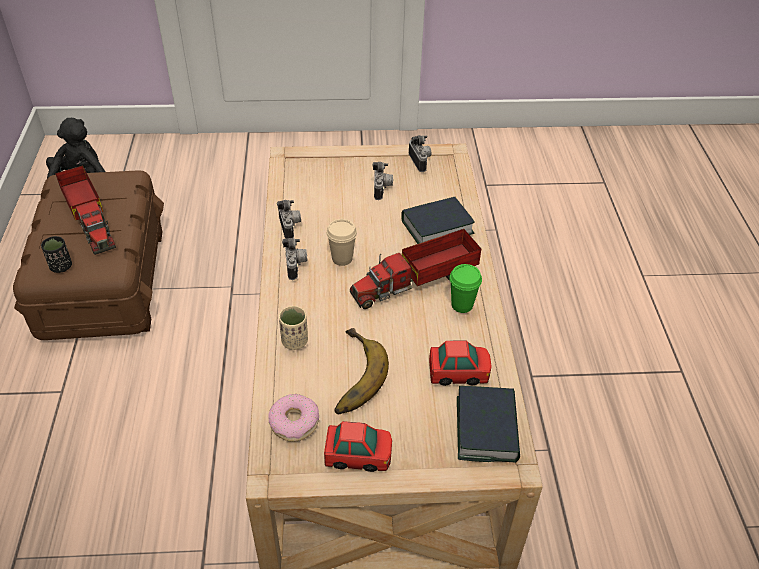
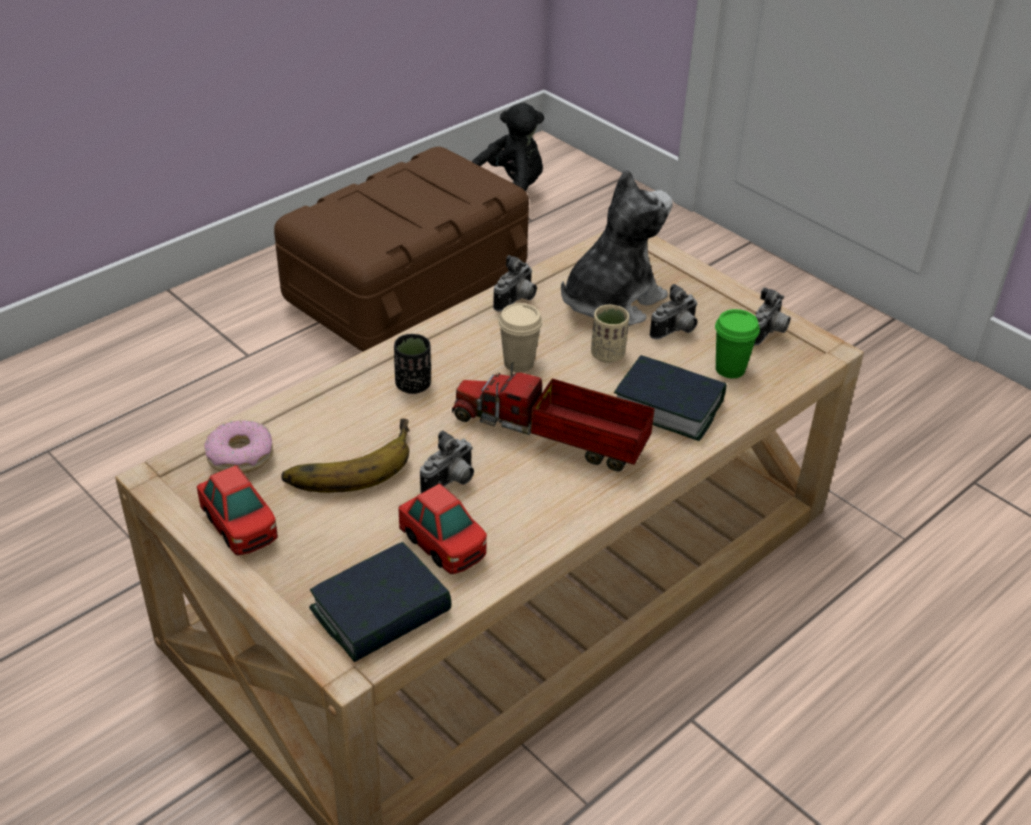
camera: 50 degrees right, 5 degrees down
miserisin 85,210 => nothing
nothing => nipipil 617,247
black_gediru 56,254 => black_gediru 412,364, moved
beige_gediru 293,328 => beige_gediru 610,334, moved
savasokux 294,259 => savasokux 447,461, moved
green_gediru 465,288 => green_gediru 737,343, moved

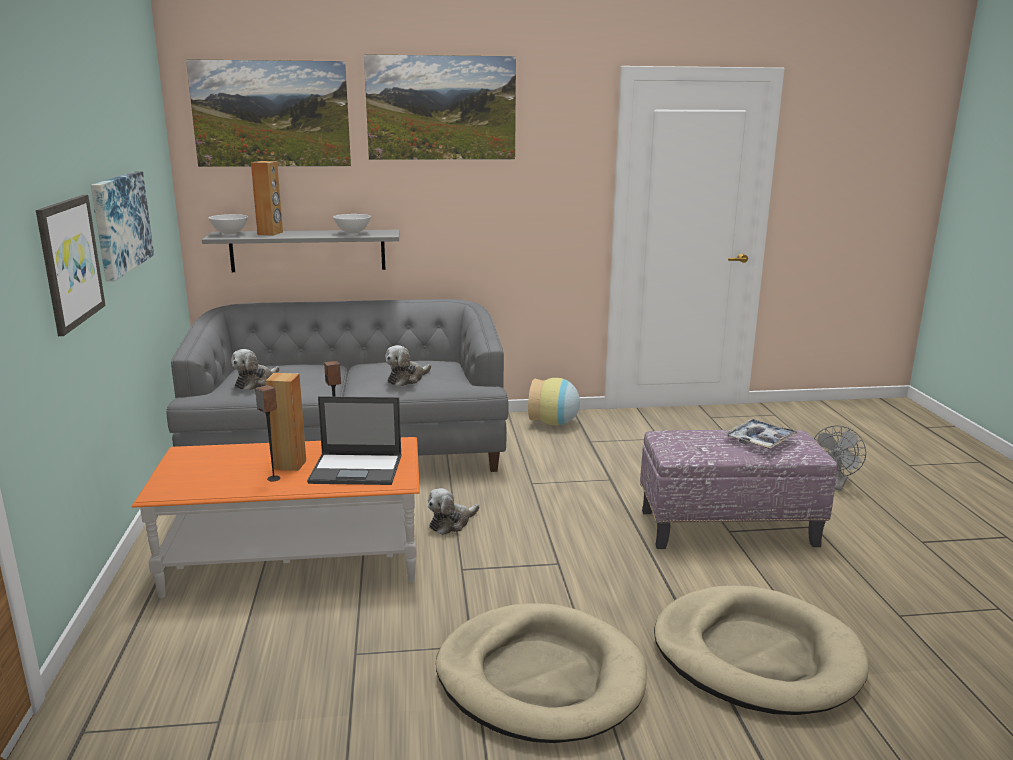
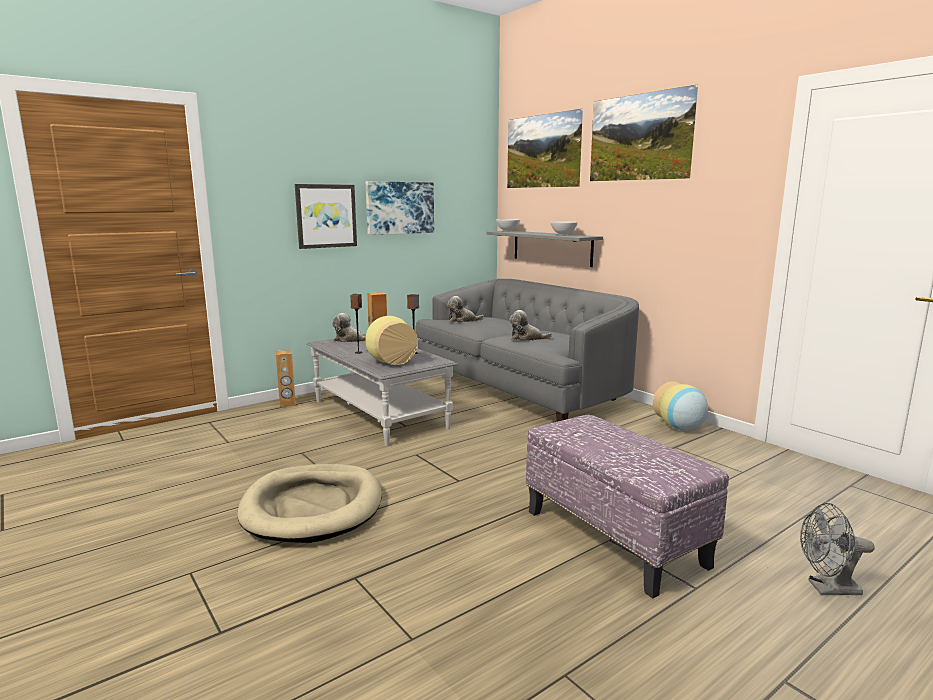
camera: 60 degrees right, 5 degrees down
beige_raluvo 761,650 => nothing
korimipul 761,434 => nothing
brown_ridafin 267,198 => brown_ridafin 286,378, moved
nipipil 453,511 => nipipil 349,327, moved
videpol 354,440 => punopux 391,340
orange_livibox 276,517 => grey_livibox 382,390

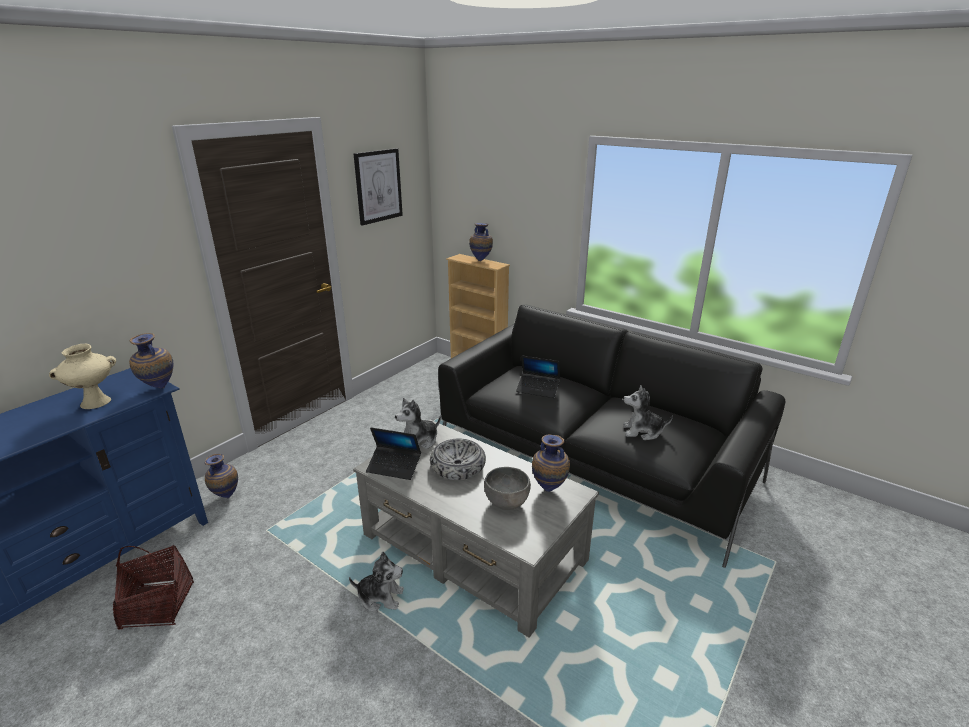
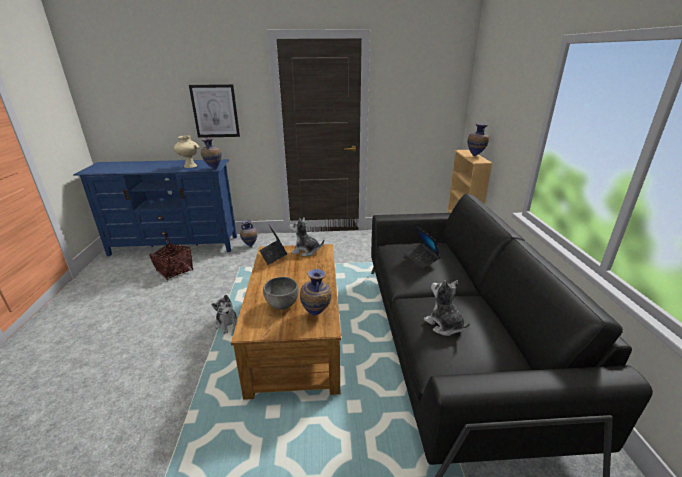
camera: 50 degrees right, 0 degrees up
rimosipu 458,459 => nothing
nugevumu 378,187 => nugevumu 214,111, moved
grey_livibox 476,528 => brown_livibox 286,322

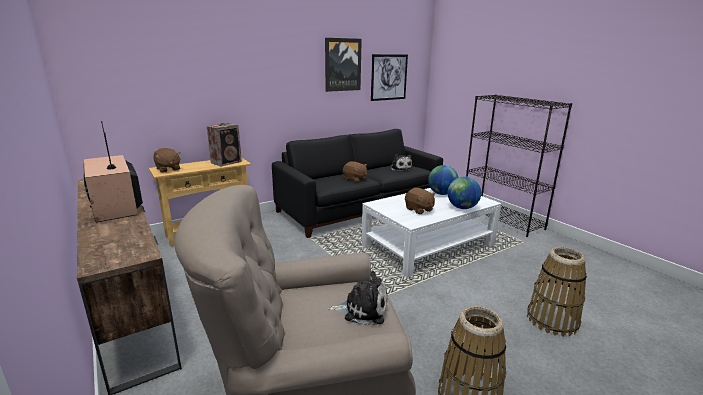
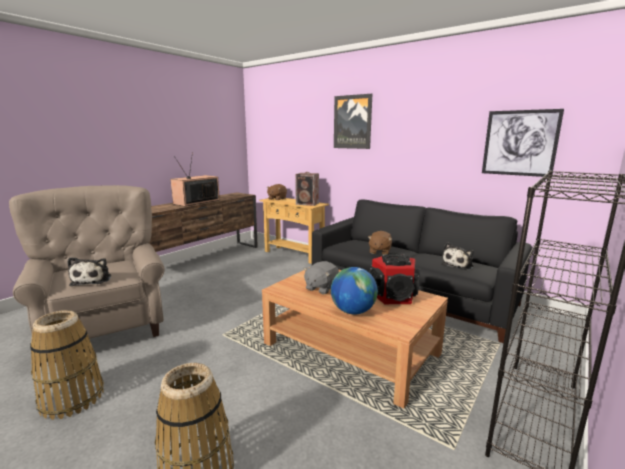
camera: 70 degrees right, 5 degrees down
nugevumu 343,65 => nugevumu 353,121, moved
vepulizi 443,180 => ridafin 394,278
white_livibox 432,233 => brown_livibox 355,338
brown_nipipil 420,201 => grey_nipipil 321,278

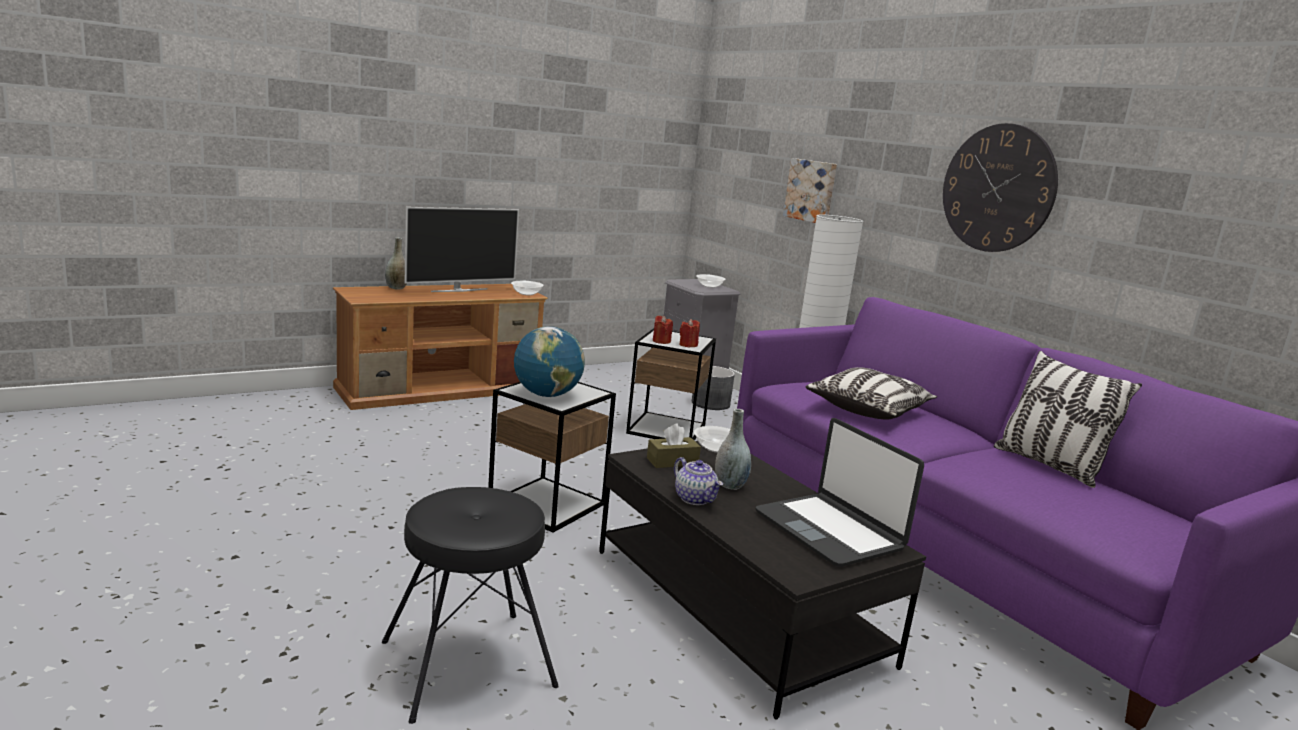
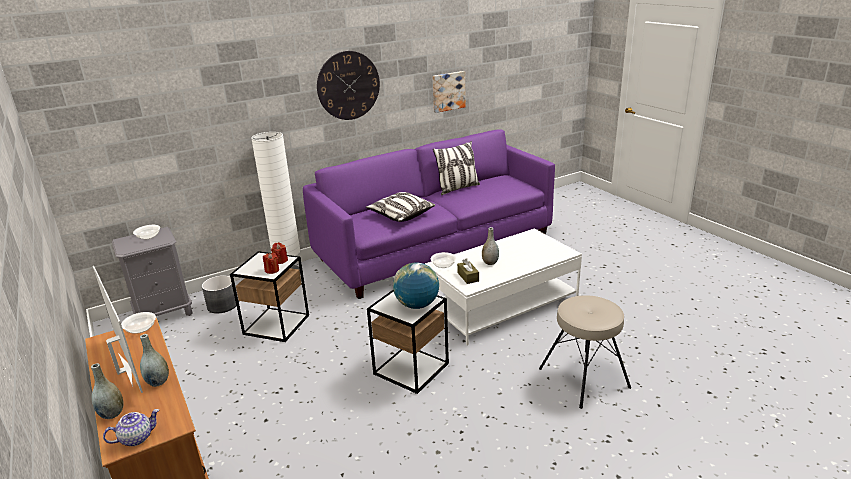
camera: 85 degrees left, 10 degrees up
videpol 839,492 => nothing
nothing => grey_punopux 154,360
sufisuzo 698,481 => sufisuzo 131,427, moved
nugevumu 810,190 => nugevumu 449,92, moved
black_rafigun 470,605 => beige_rafigun 585,352
black_livibox 762,580 => white_livibox 503,287

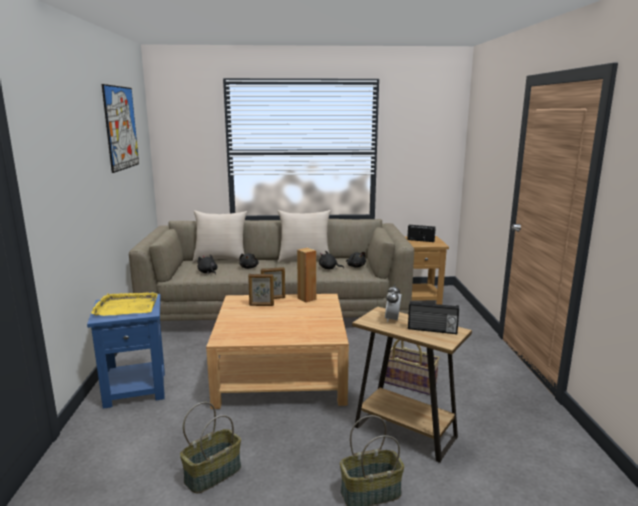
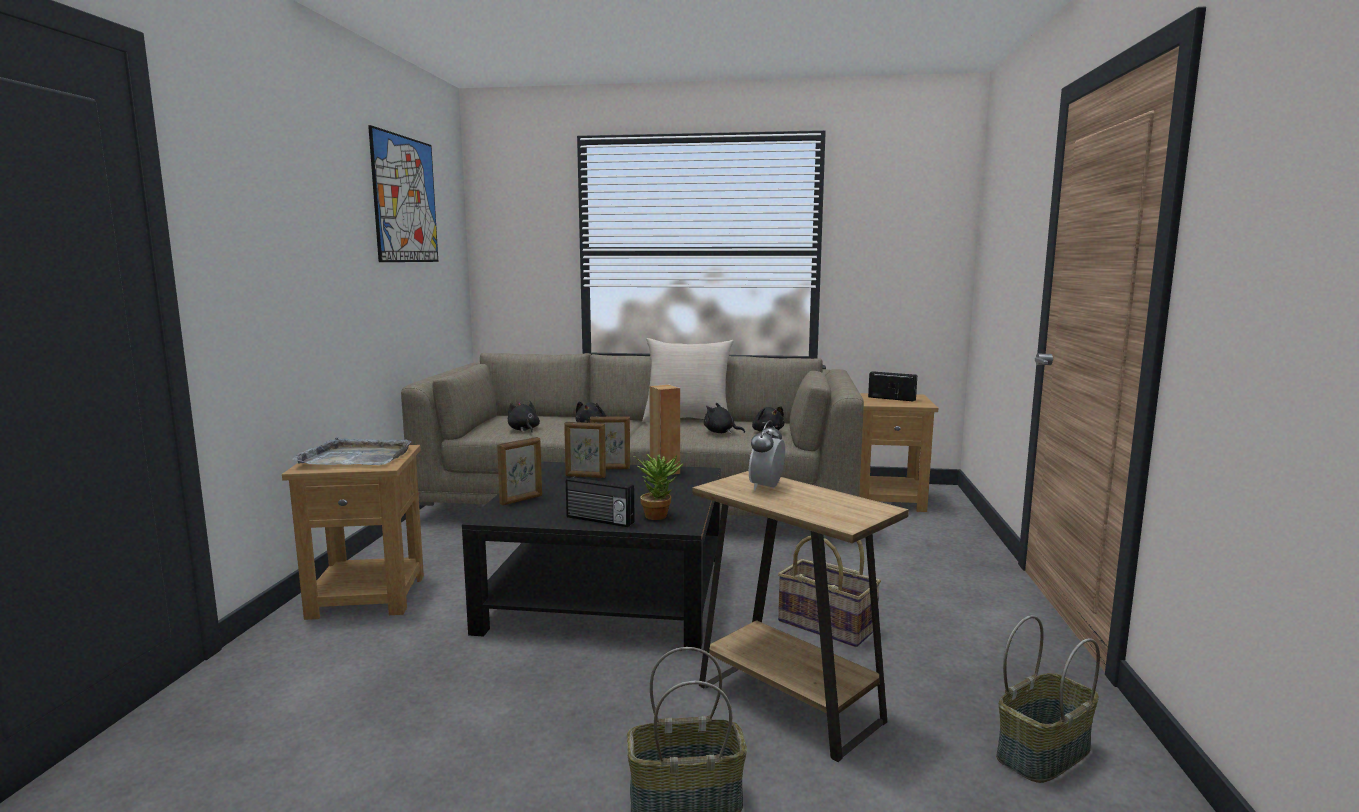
camera: 10 degrees right, 5 degrees down
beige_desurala 219,237 => nothing
nothing => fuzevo 519,471
nothing => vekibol 658,487
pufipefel 210,448 => pufipefel 1048,699, moved
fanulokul 433,317 => fanulokul 600,501, moved
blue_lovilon 126,351 => brown_lovilon 353,532
yellow_korimipul 124,304 => grey_korimipul 352,451
beige_livibox 277,351 => black_livibox 591,555

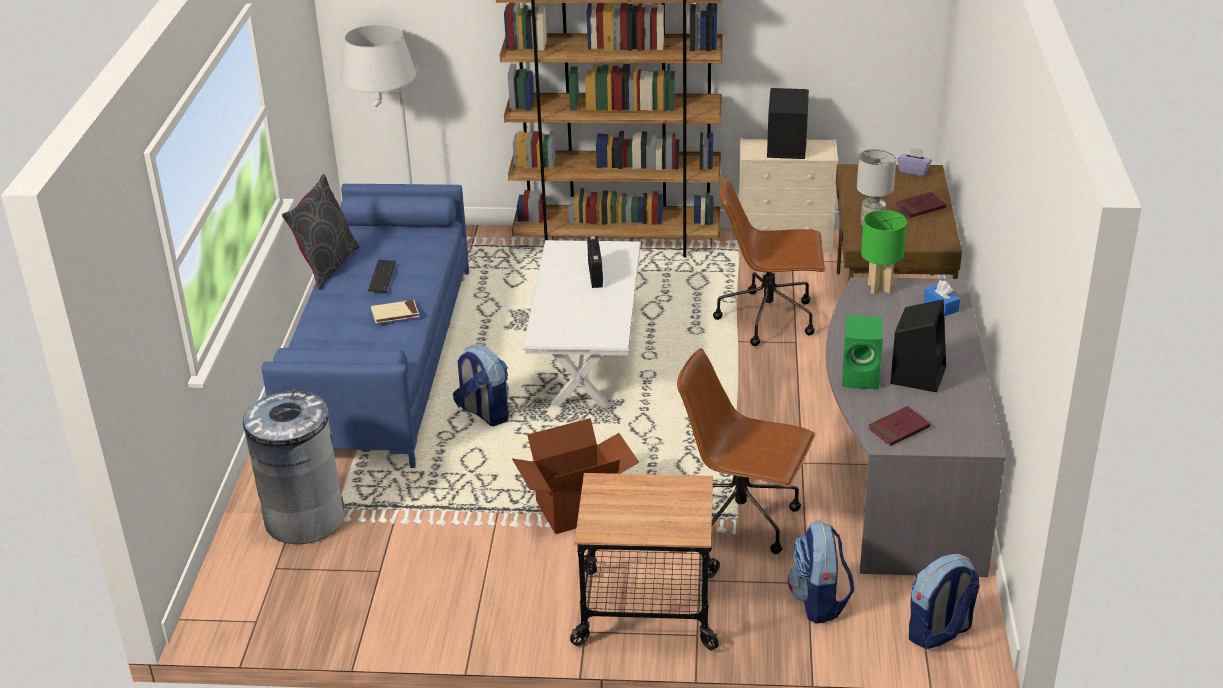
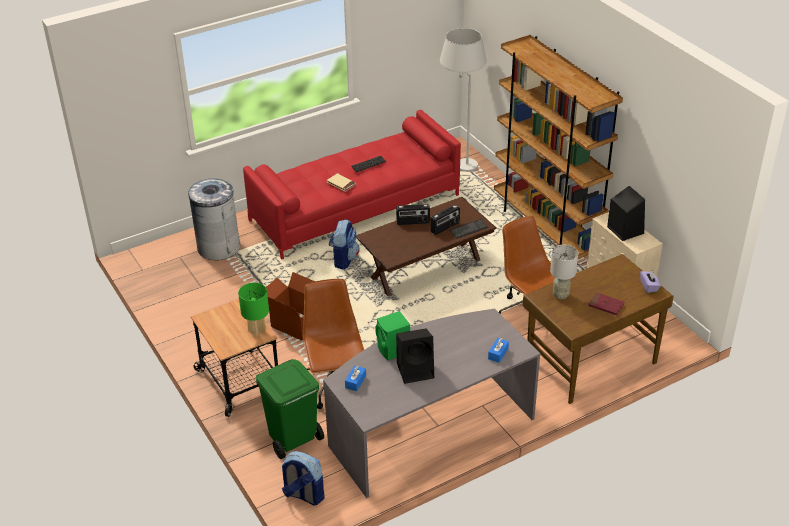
camera: 55 degrees right, 5 degrees up
grey_desurala 320,231 => nothing
nothing => fanulokul 413,214
nothing => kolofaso 469,229
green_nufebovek 884,252 => green_nufebovek 253,310, moved
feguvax 821,572 => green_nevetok 290,409
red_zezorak 899,426 => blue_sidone 355,378
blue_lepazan 365,326 => red_lepazan 352,185
white_livibox 582,323 => brown_livibox 426,246

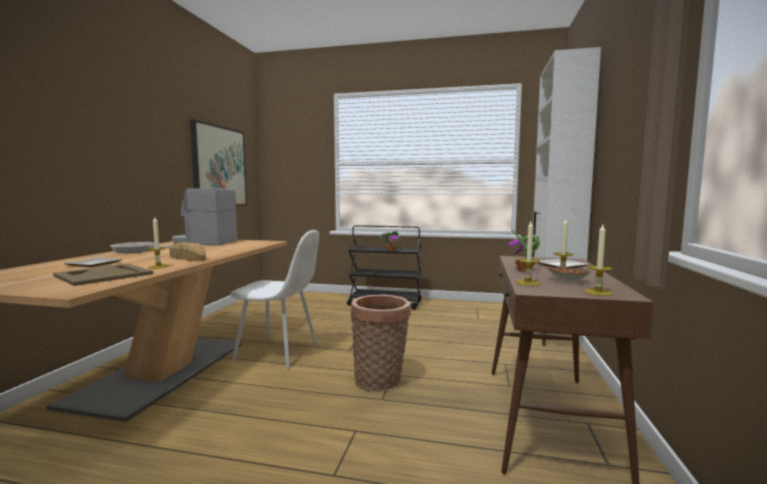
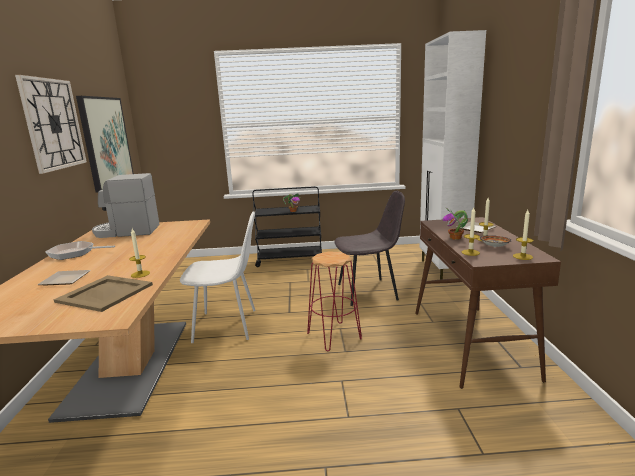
camera: 15 degrees left, 10 degrees up
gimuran 187,251 => nothing
nothing => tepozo 51,124
nothing => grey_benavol 369,248
pufipefel 381,343 => red_rafigun 334,301

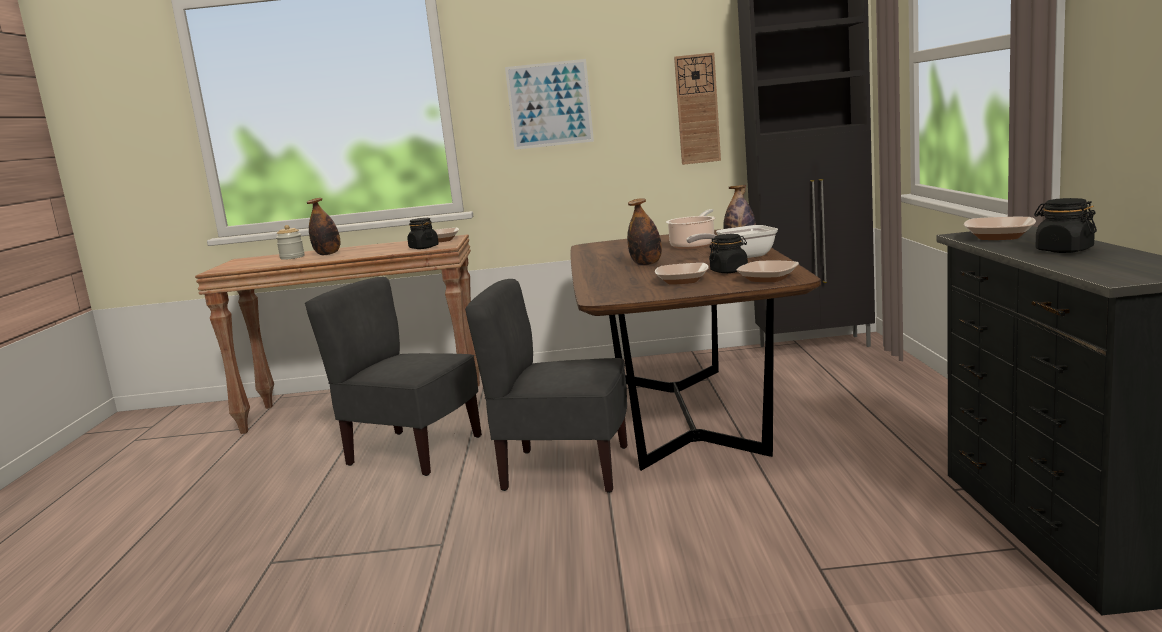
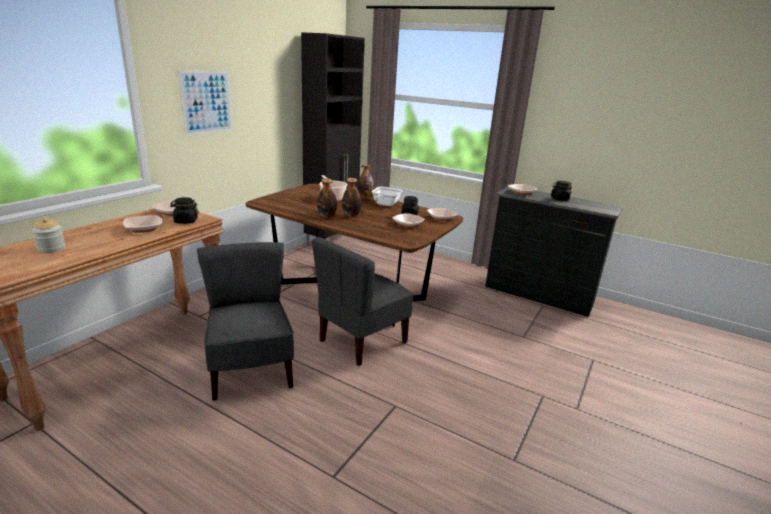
camera: 60 degrees left, 10 degrees up
tepozo 697,109 => nothing
nothing => rimosipu 142,224
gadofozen 323,226 => gadofozen 327,198, moved
grey_benavol 393,376 => grey_benavol 245,321, 105 degrees clockwise

